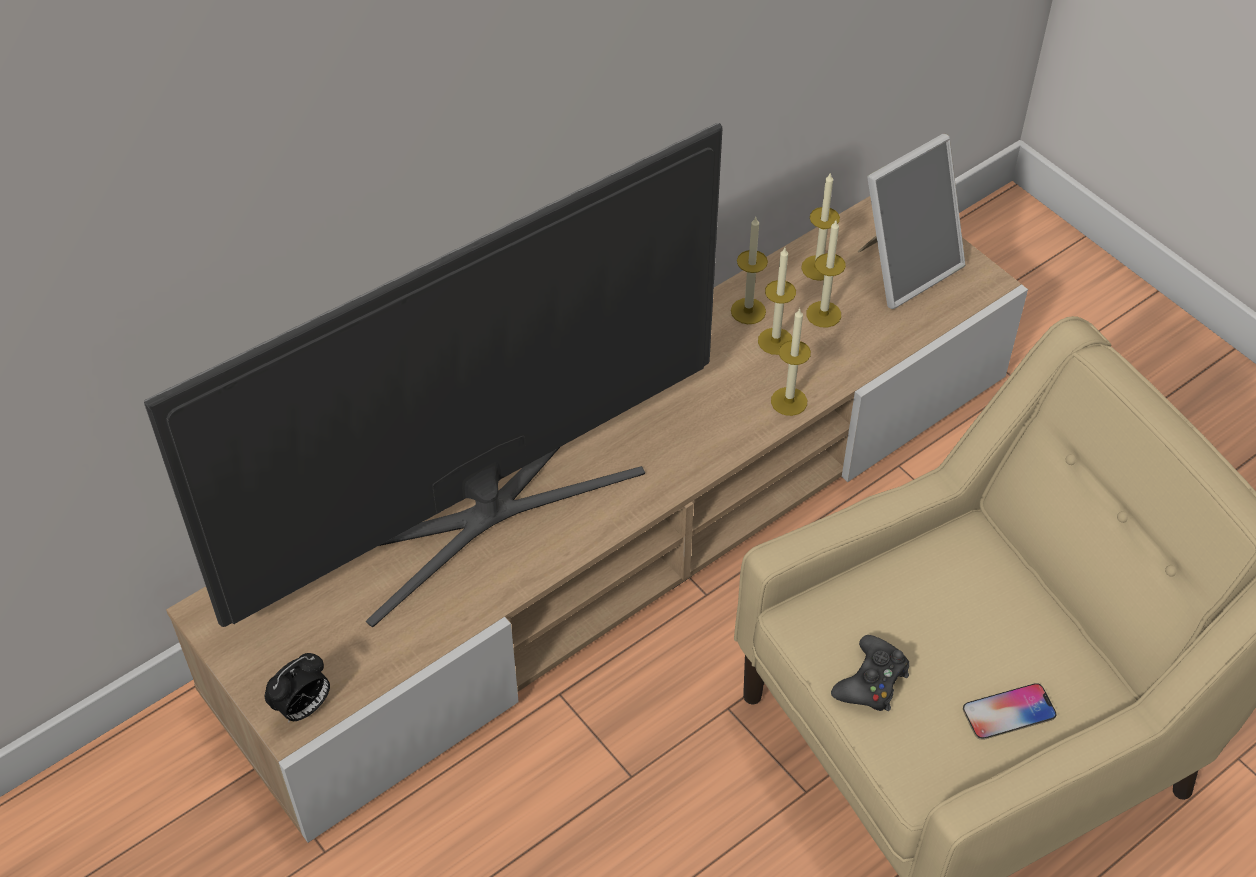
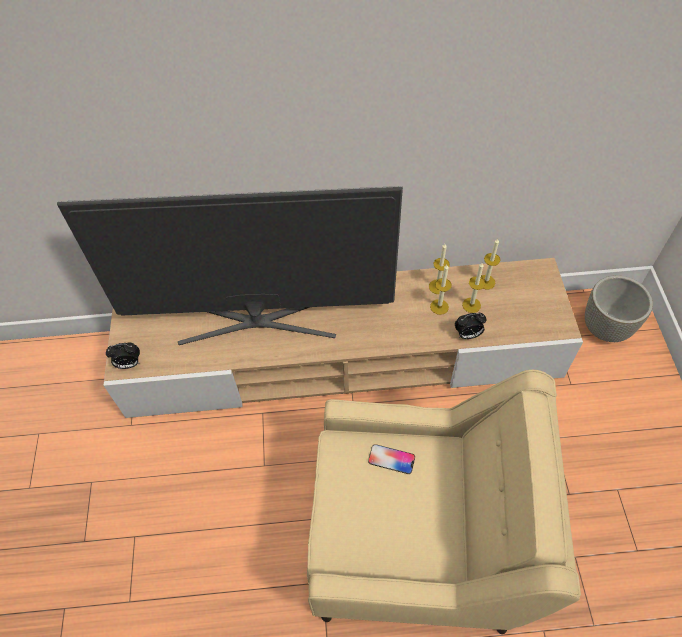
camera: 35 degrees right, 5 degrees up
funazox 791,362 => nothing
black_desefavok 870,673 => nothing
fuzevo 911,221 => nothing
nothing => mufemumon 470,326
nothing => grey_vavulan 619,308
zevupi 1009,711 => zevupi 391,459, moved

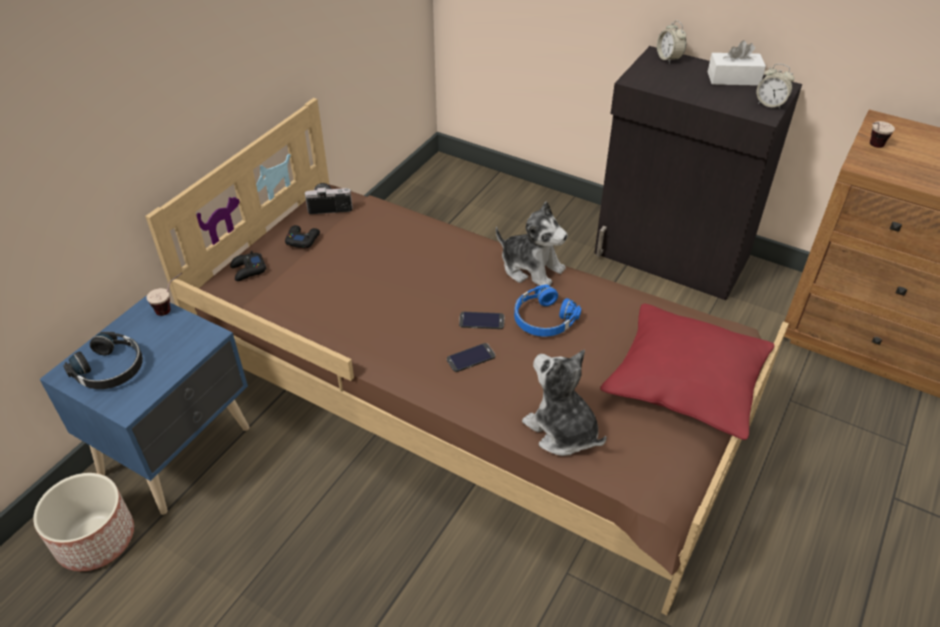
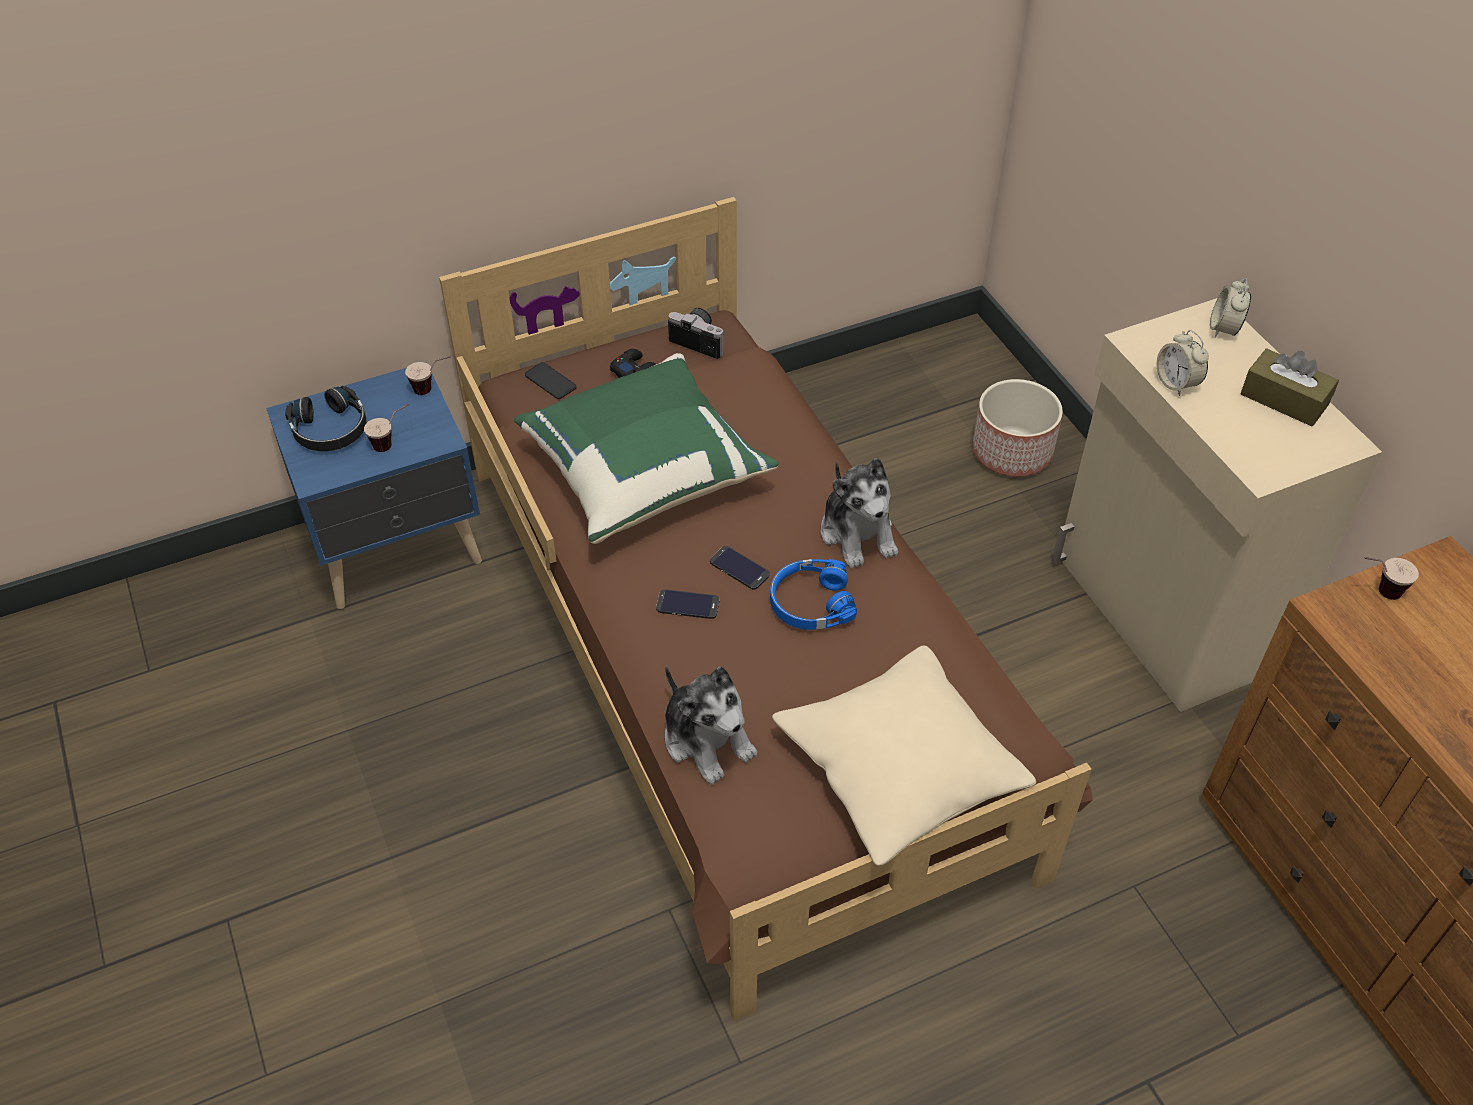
camera: 35 degrees right, 5 degrees up
nothing => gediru 387,427
nothing => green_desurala 646,448
vavulan 83,522 => vavulan 1017,428, moved
mufemumon 775,86 => mufemumon 1183,363, moved
black_desefavok 248,266 => zevupi 551,380
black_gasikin 698,173 => beige_gasikin 1217,505
red_desurala 687,372 => beige_desurala 904,756
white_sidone 737,63 => brown_sidone 1290,387
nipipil 564,402 => nipipil 710,725, 150 degrees clockwise

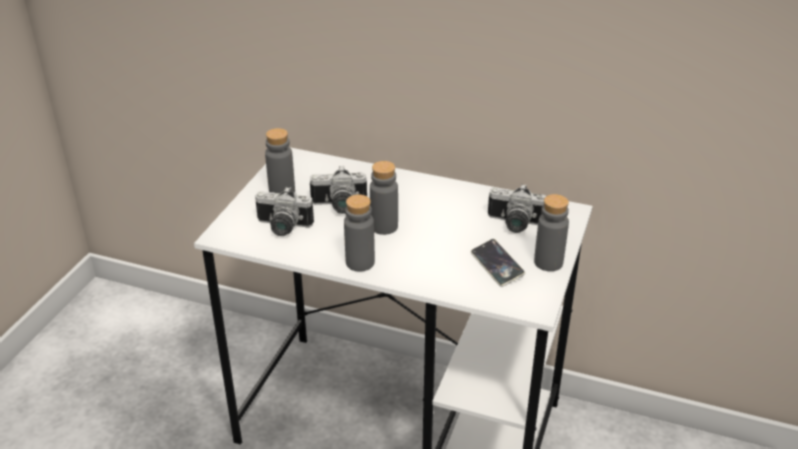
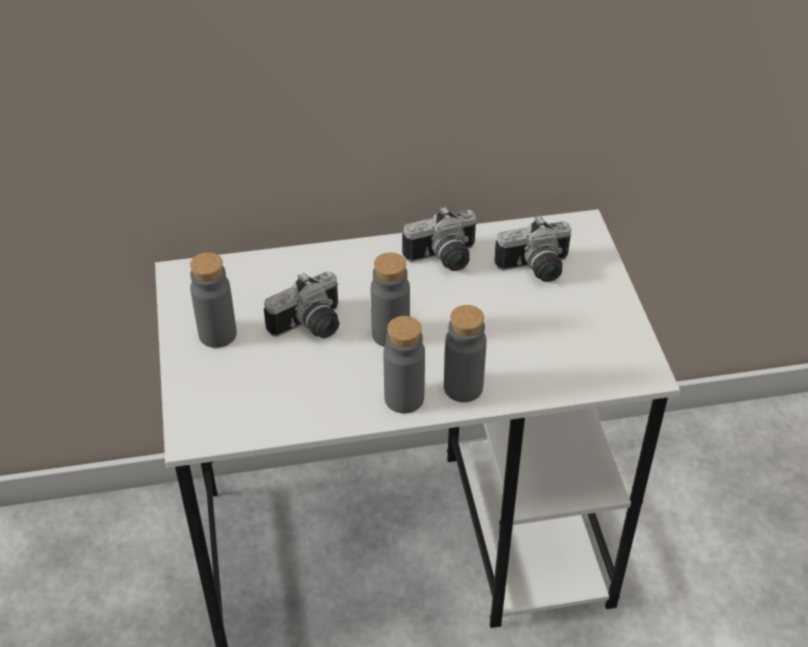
camera: 30 degrees left, 10 degrees up
zevupi 498,263 => nothing
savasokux 284,211 => savasokux 439,238, moved
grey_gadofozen 551,232 => grey_gadofozen 465,353, moved

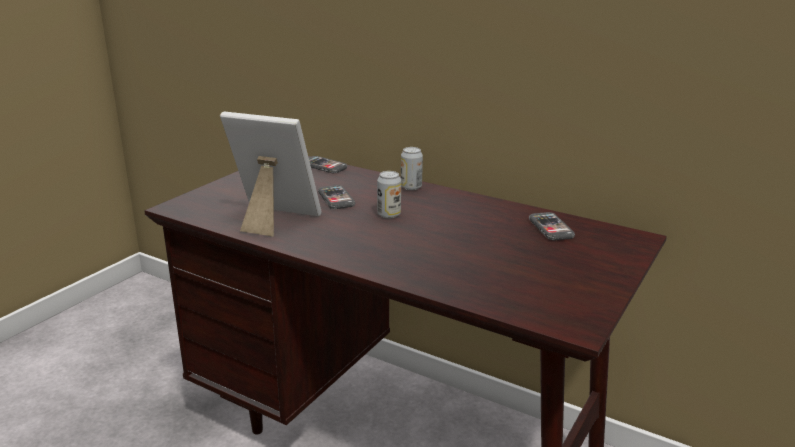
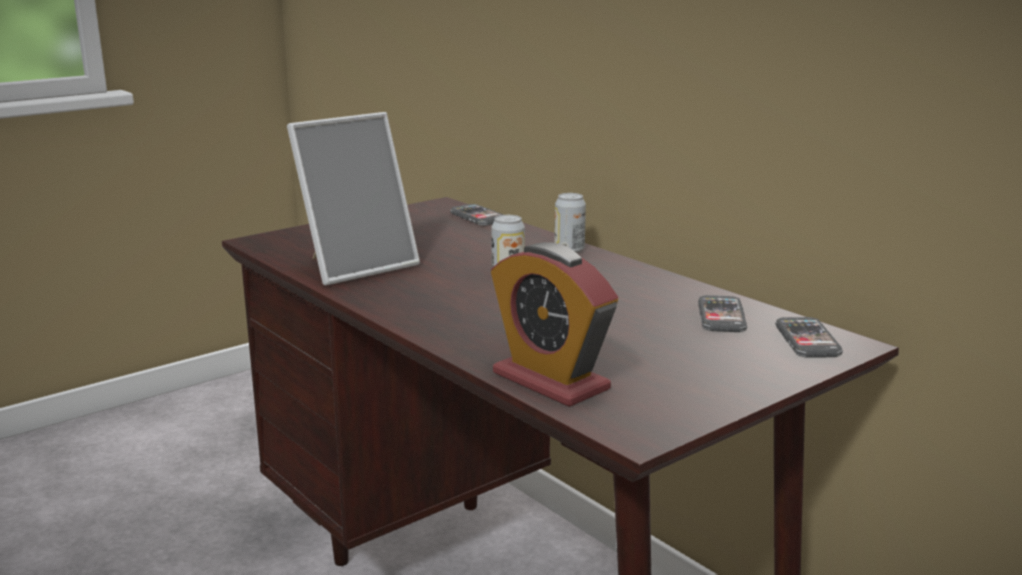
camera: 20 degrees right, 5 degrees down
nothing => mufemumon 554,324
zevupi 337,197 => zevupi 809,337, moved
fuzevo 270,174 => fuzevo 353,198, 105 degrees clockwise

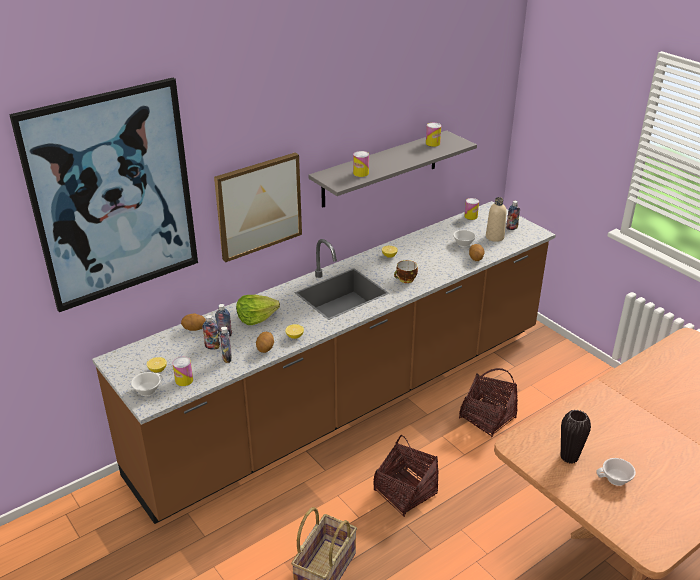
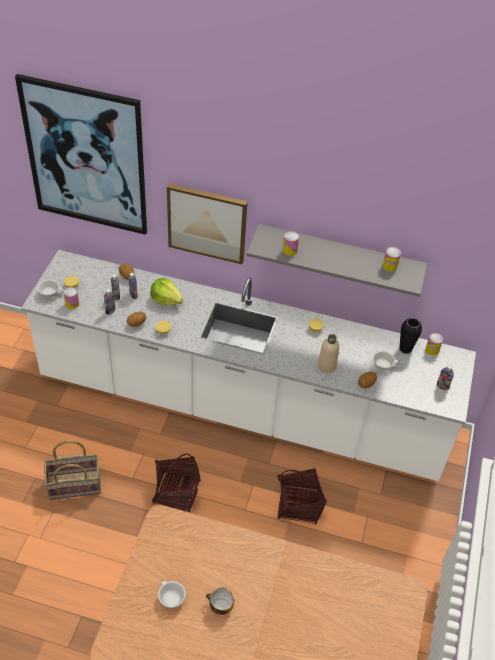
camera: 50 degrees right, 15 degrees up
gediru 406,271 => gediru 220,601, moved
beige_gadofozen 496,219 => beige_gadofozen 328,353, moved
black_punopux 576,437 => black_punopux 410,336, moved
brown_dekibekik 324,362 => white_dekibekik 248,365

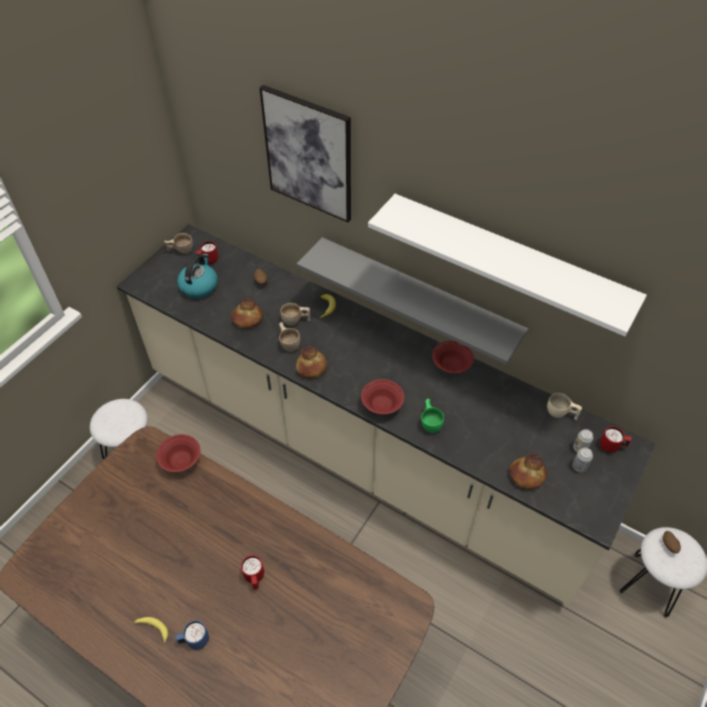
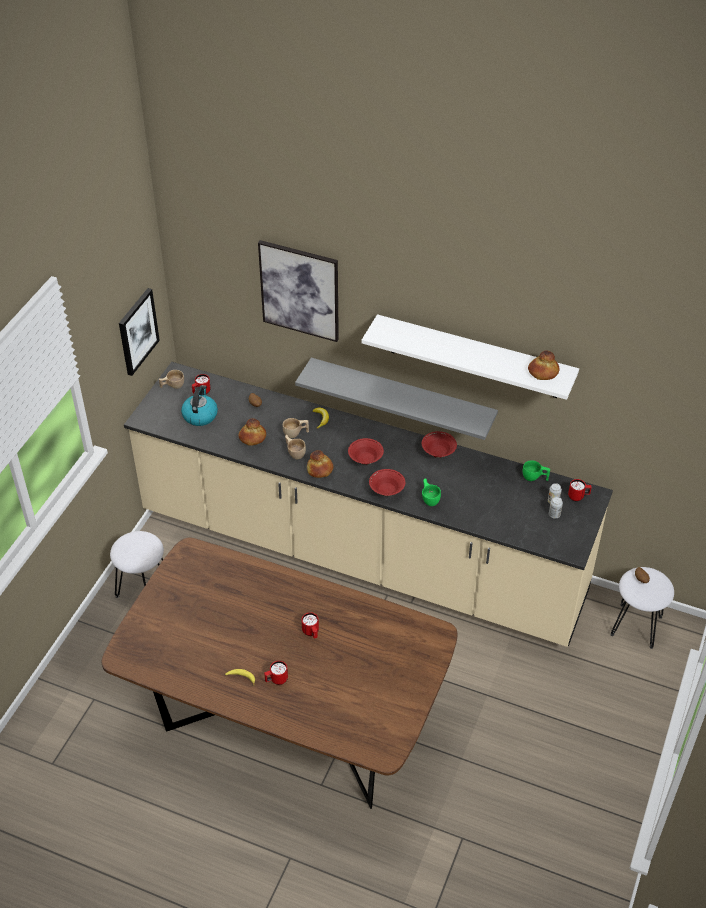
camera: 10 degrees left, 5 degrees down
nothing => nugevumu 139,332
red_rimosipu 178,453 => red_rimosipu 366,451, moved
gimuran 528,471 => gimuran 544,365, moved
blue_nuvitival 192,635 => red_nuvitival 276,673
beige_gediru 564,406 => green_gediru 536,470

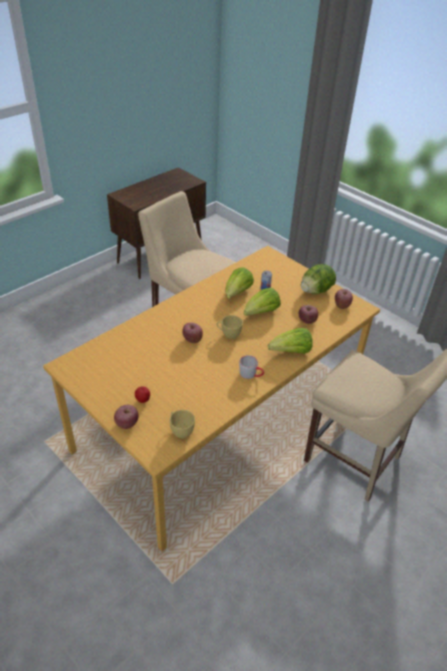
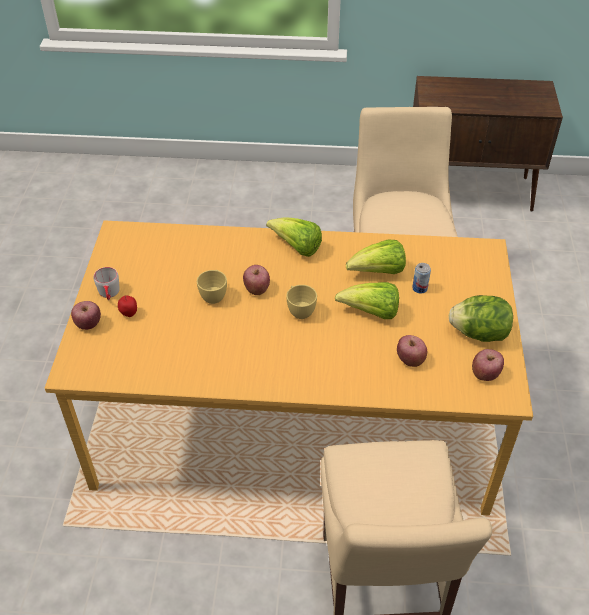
camera: 50 degrees right, 5 degrees up
yellow_gediru 182,424 => yellow_gediru 212,287, moved
grey_nuvitival 251,367 => grey_nuvitival 107,283, moved
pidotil 290,341 => pidotil 294,237, moved

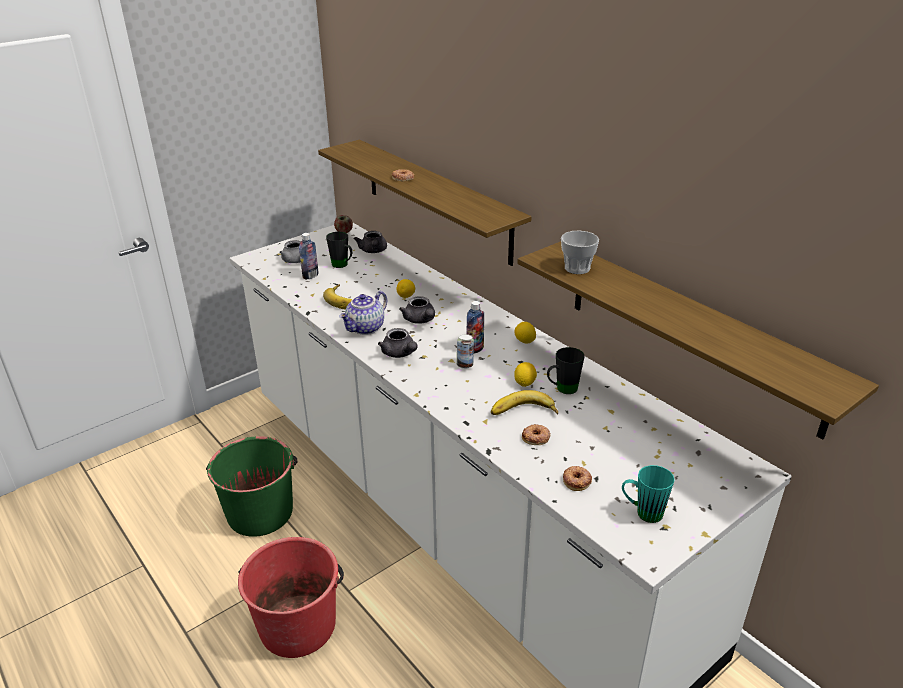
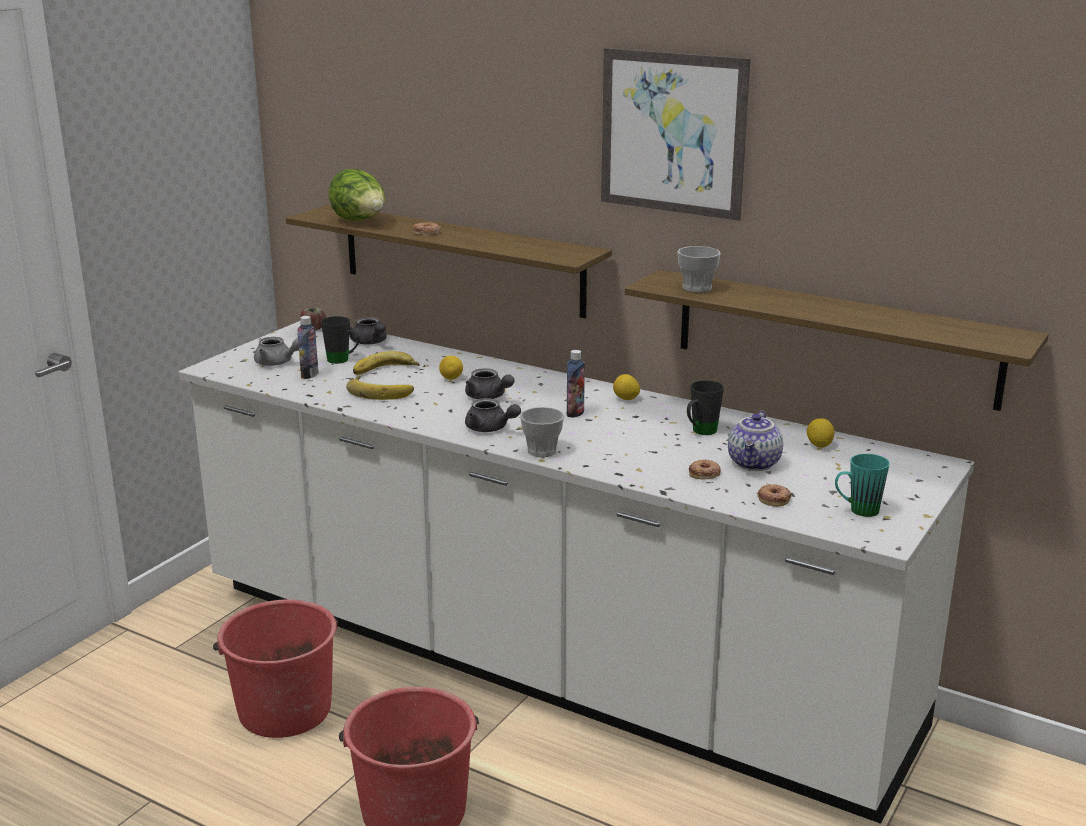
camera: 20 degrees left, 10 degrees down
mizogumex 465,351 => nothing
nothing => pidotil 357,195
nothing => gediru 542,432
nothing => nugevumu 676,134
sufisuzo 363,313 => sufisuzo 755,440, moved
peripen 524,402 => peripen 386,363, moved
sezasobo 525,374 => sezasobo 820,433, moved
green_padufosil 251,486 => red_padufosil 275,668

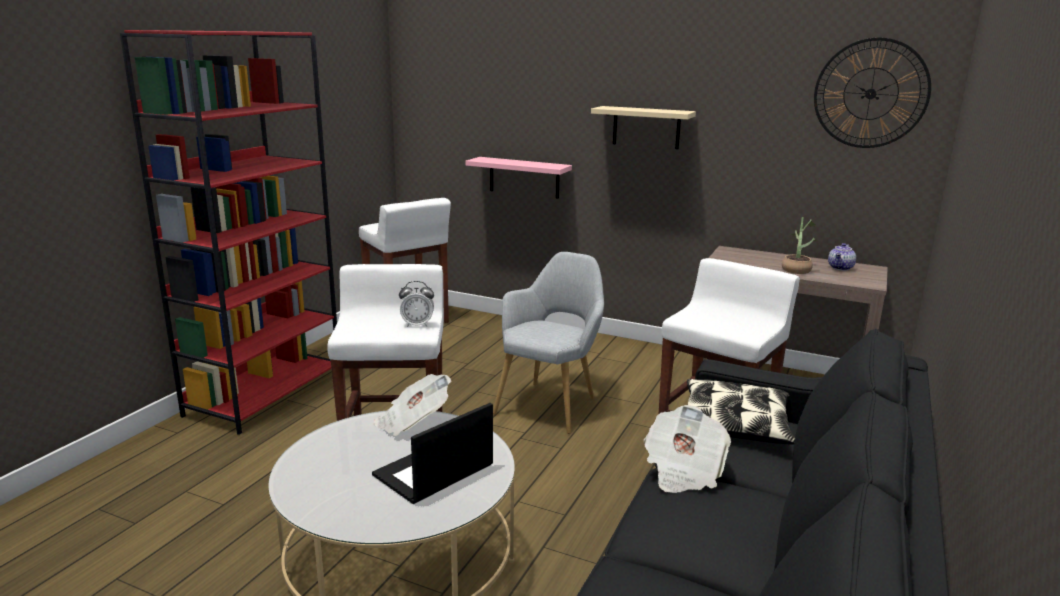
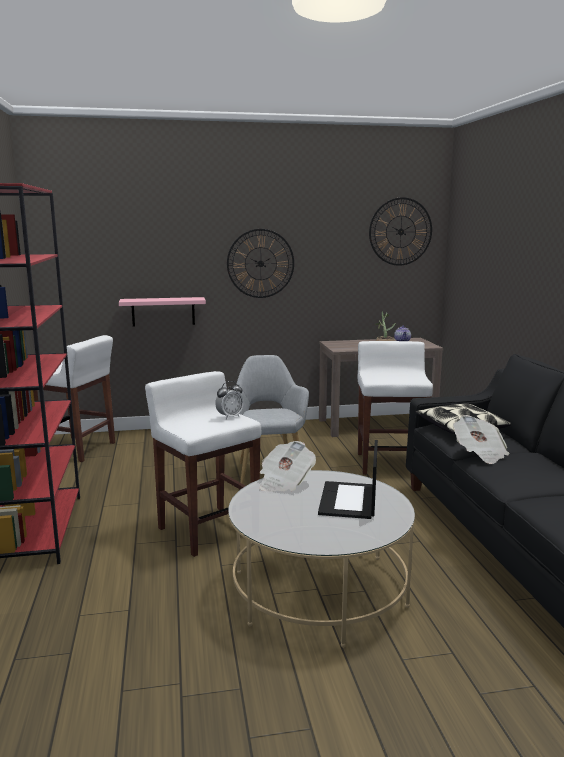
camera: 35 degrees left, 5 degrees down
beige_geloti 643,127 => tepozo 260,263

